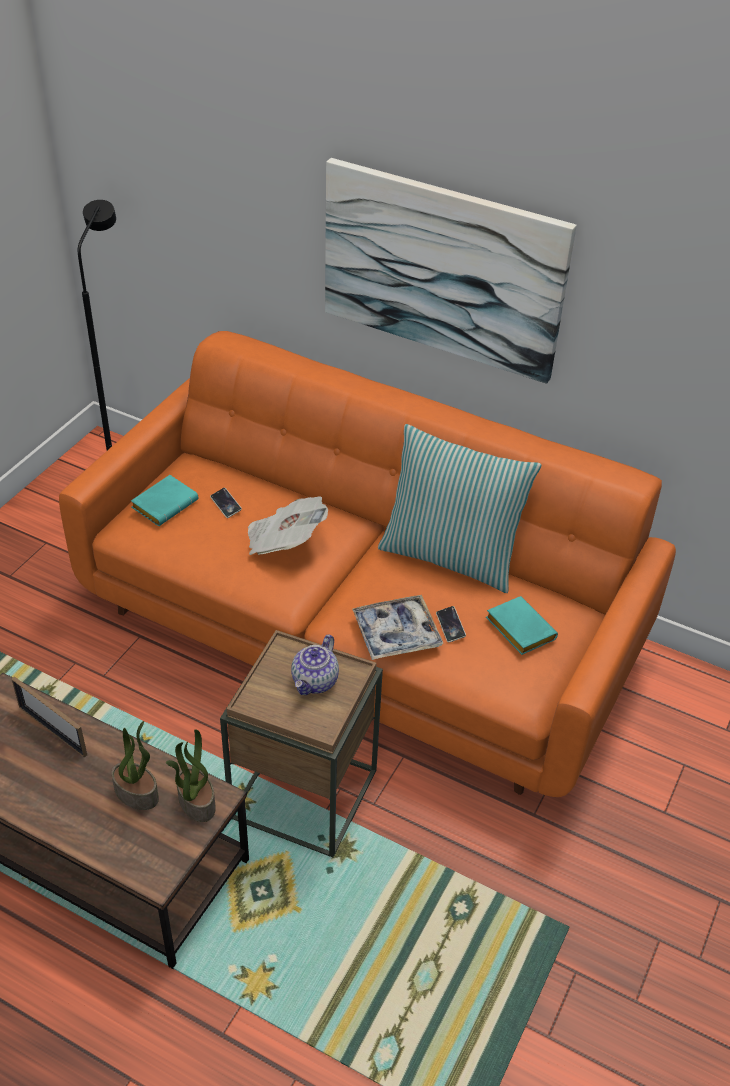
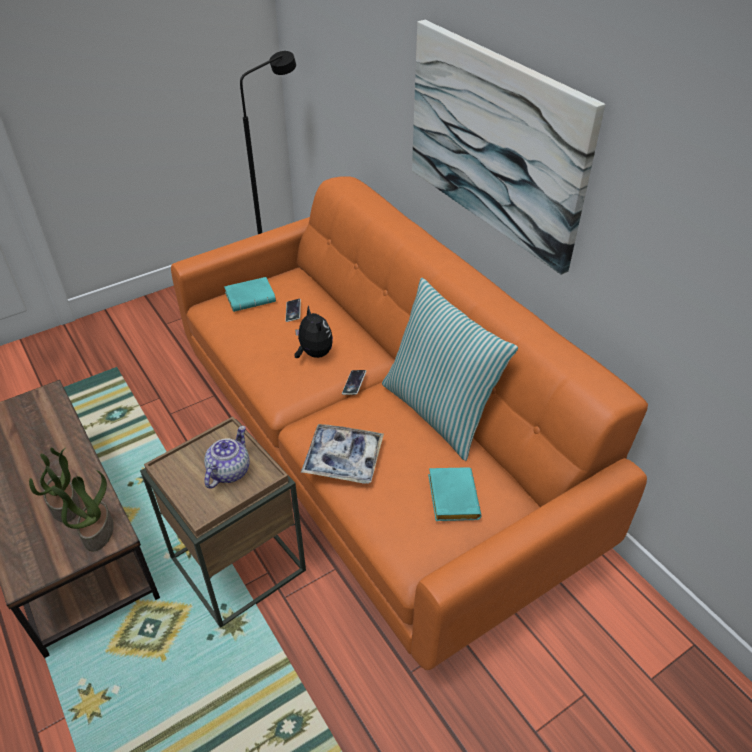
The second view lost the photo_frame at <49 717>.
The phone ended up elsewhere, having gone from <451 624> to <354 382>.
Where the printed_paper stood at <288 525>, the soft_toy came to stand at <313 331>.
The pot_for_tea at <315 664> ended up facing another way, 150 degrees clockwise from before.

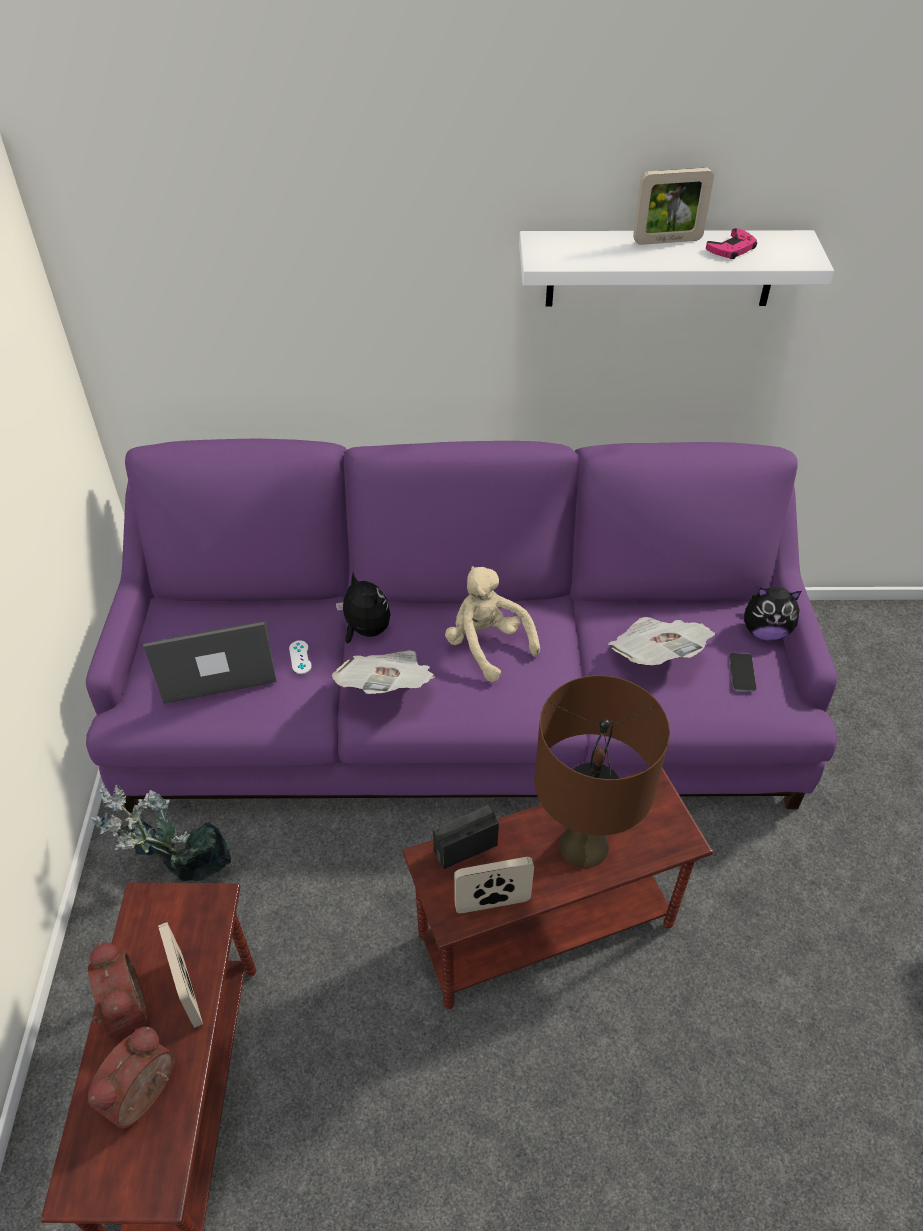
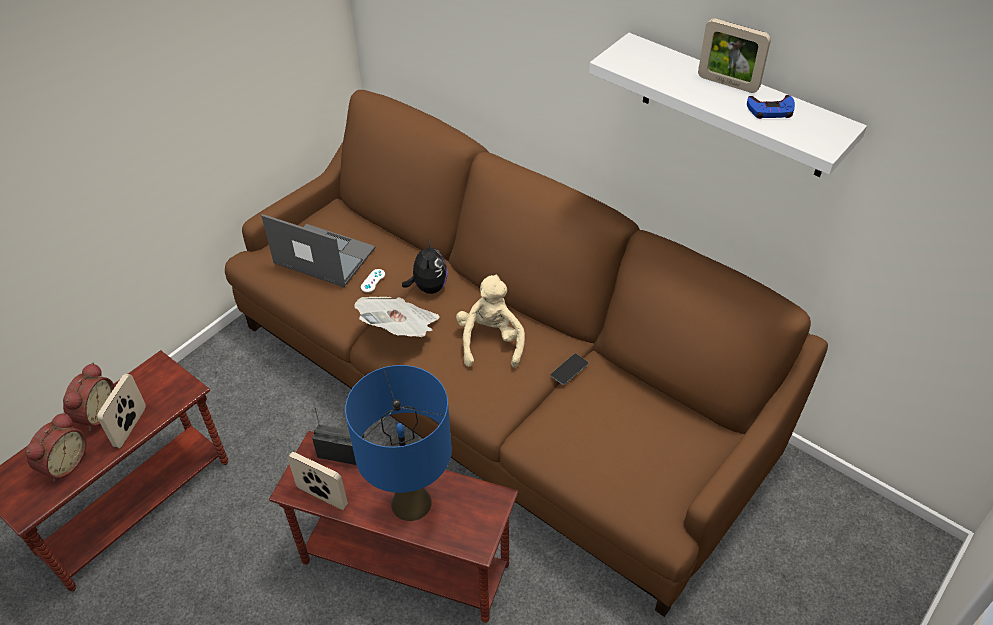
The second view lost the plant_in_a_pot at <161 832>.
The second view lost the printed_paper at <661 641>.
The second view lost the soft_toy at <772 614>.
The phone ended up elsewhere, having gone from <743 672> to <569 369>.
What was the purple_sofa at <461 626> turned into the brownish_sofa at <526 353>.
What was the brownish_lamp_for_a_table at <602 771> turned into the blue_lamp_for_a_table at <398 443>.
What was the pink-coloured_joypad at <731 243> turned into the blue_joypad at <771 107>.
The alarm_clock at <131 1078> ended up facing another way, 135 degrees clockwise from before.

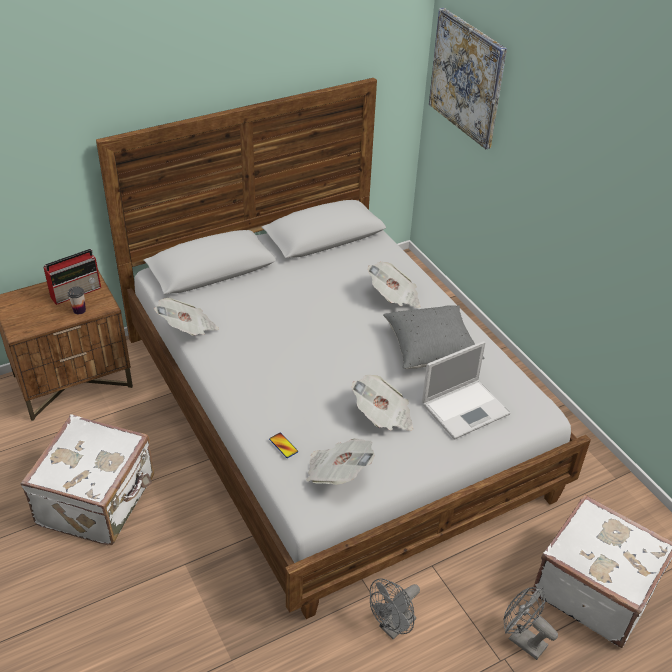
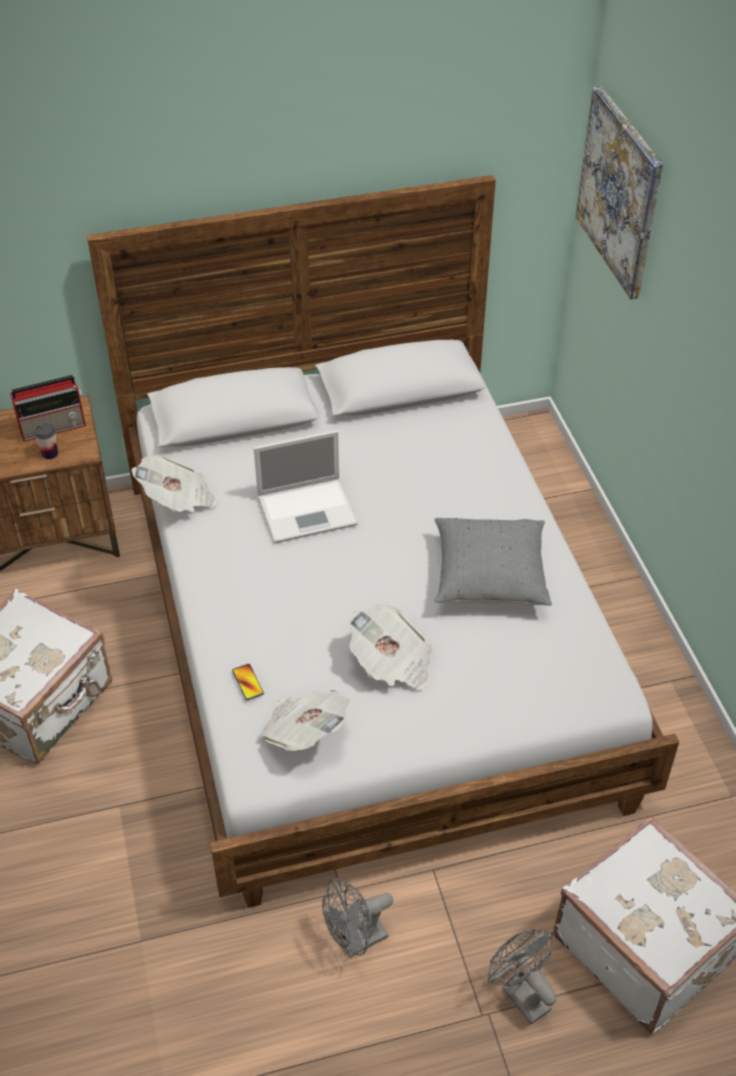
The second view lost the printed_paper at <394 285>.
The laptop ended up elsewhere, having gone from <466 390> to <305 486>.

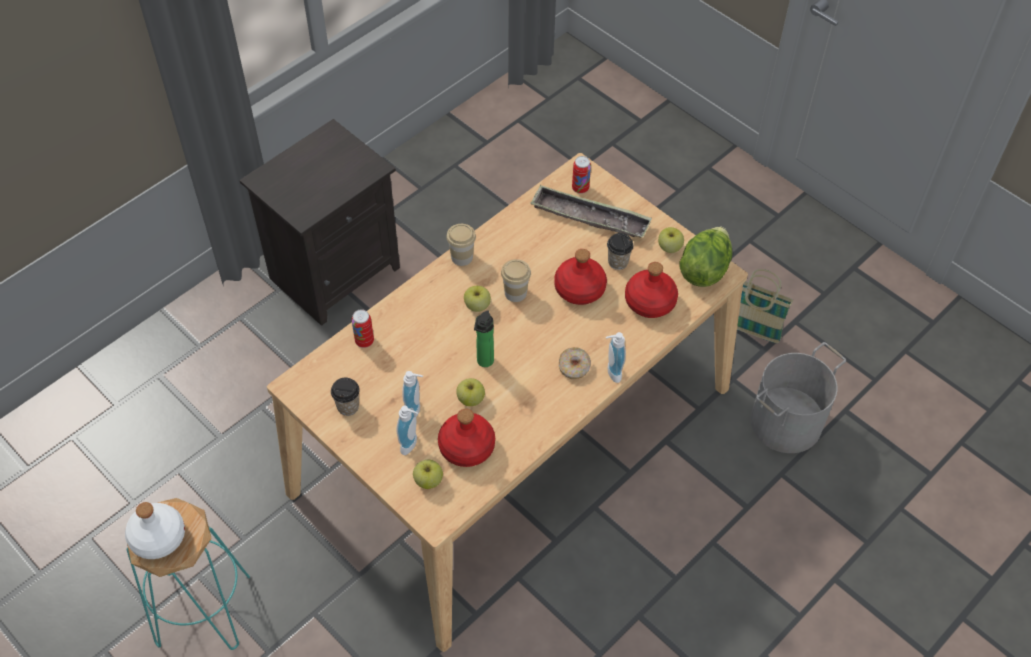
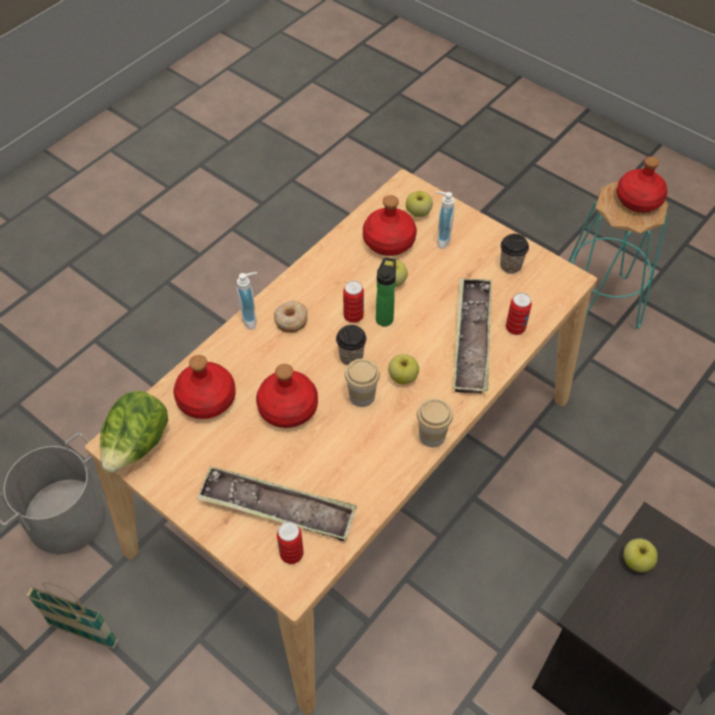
The second view lost the soap_dispenser at <412 394>.
The second view gained the sealed_can at <353 302>.
The second view gained the serving_tray at <472 336>.
The cup ended up elsewhere, having gone from <620 251> to <351 345>.
The apple ended up elsewhere, having gone from <671 240> to <640 555>.
What was the white-coloured_drink_bottle at <155 530> turned into the reddish_drink_bottle at <642 185>.

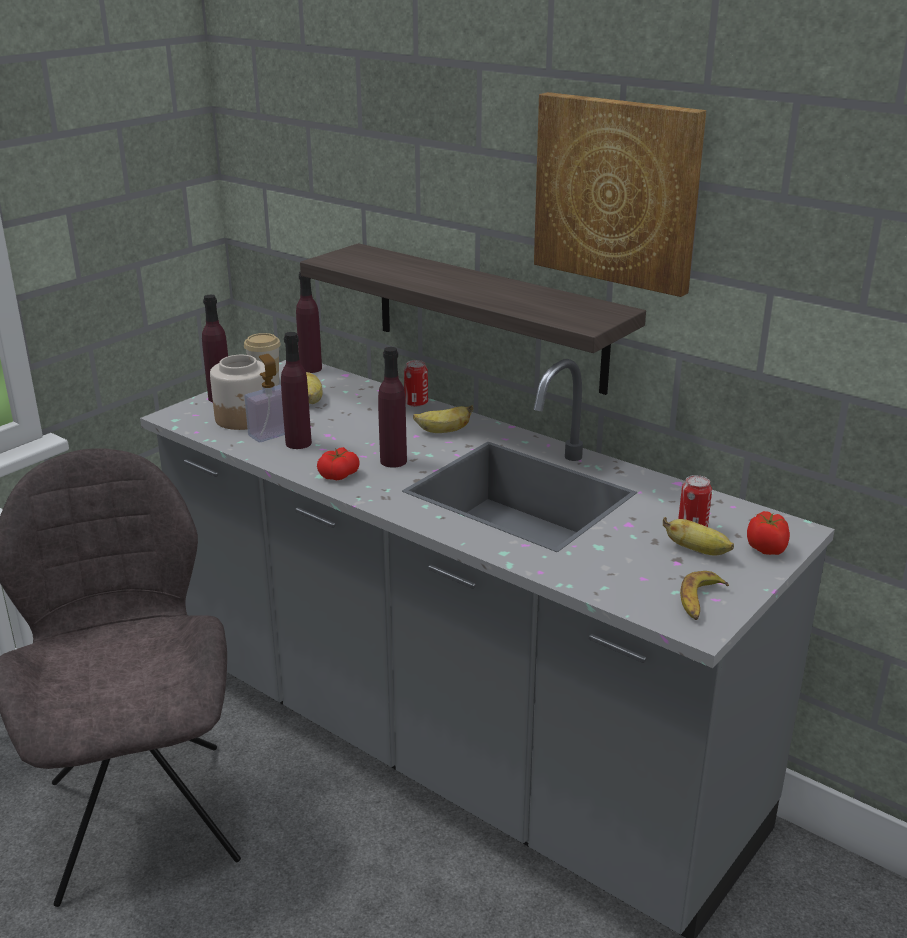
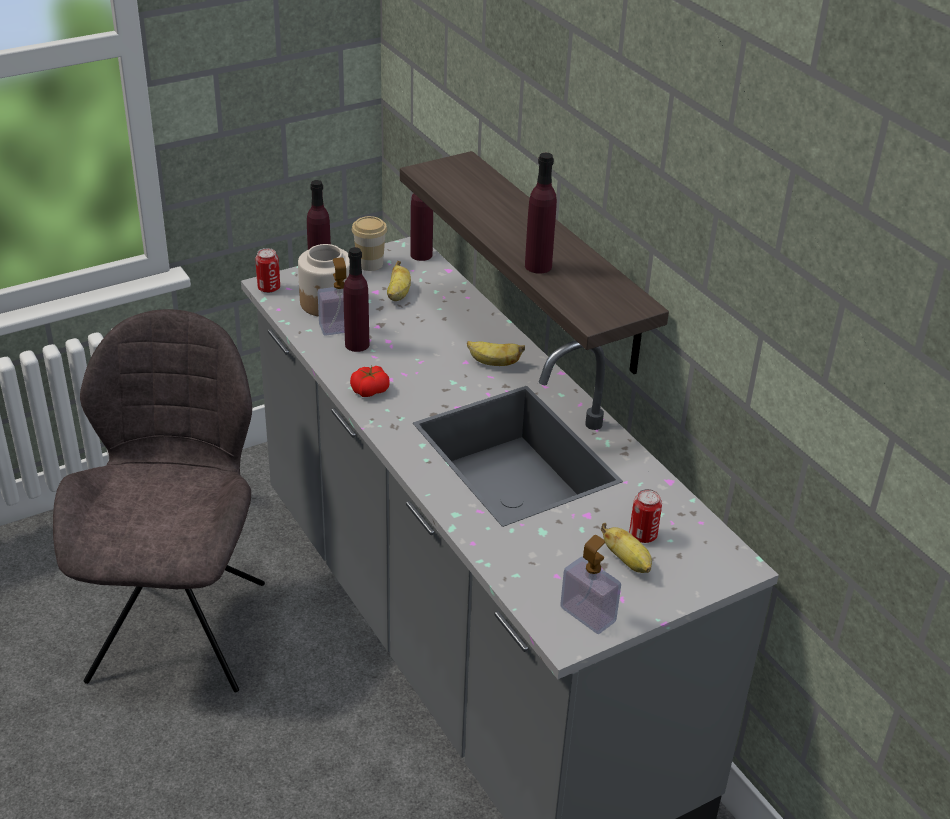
The second view lost the picture at <620 194>.
The second view lost the fresh_tomato at <768 533>.
The purple_drink_bottle ended up elsewhere, having gone from <392 407> to <541 213>.
The sealed_can ended up elsewhere, having gone from <416 383> to <267 270>.
Where the whole_banana stood at <704 595>, the soap_dispenser came to stand at <590 584>.

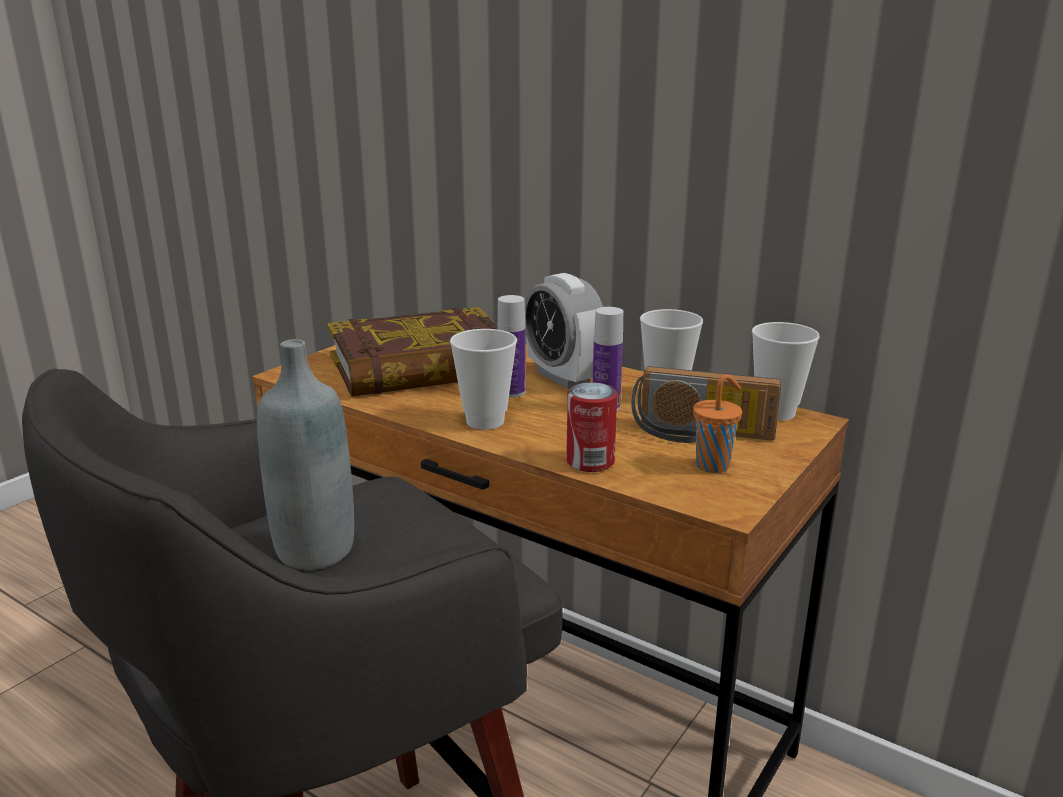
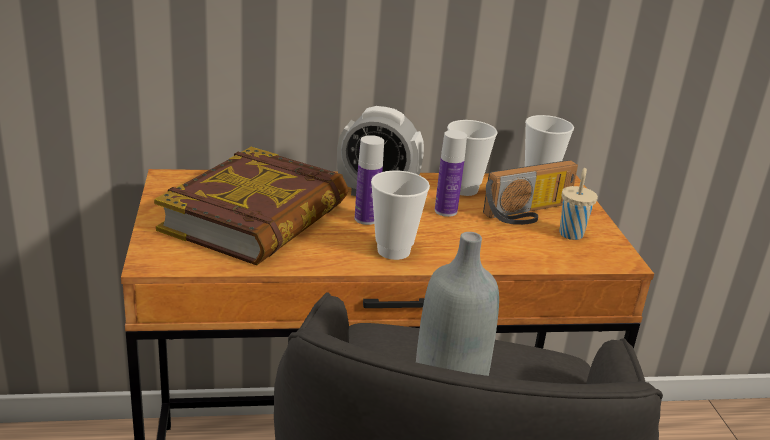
The second view lost the sealed_can at <591 427>.
What was the orange_cup at <717 423> turned into the sand-coloured_cup at <578 204>.

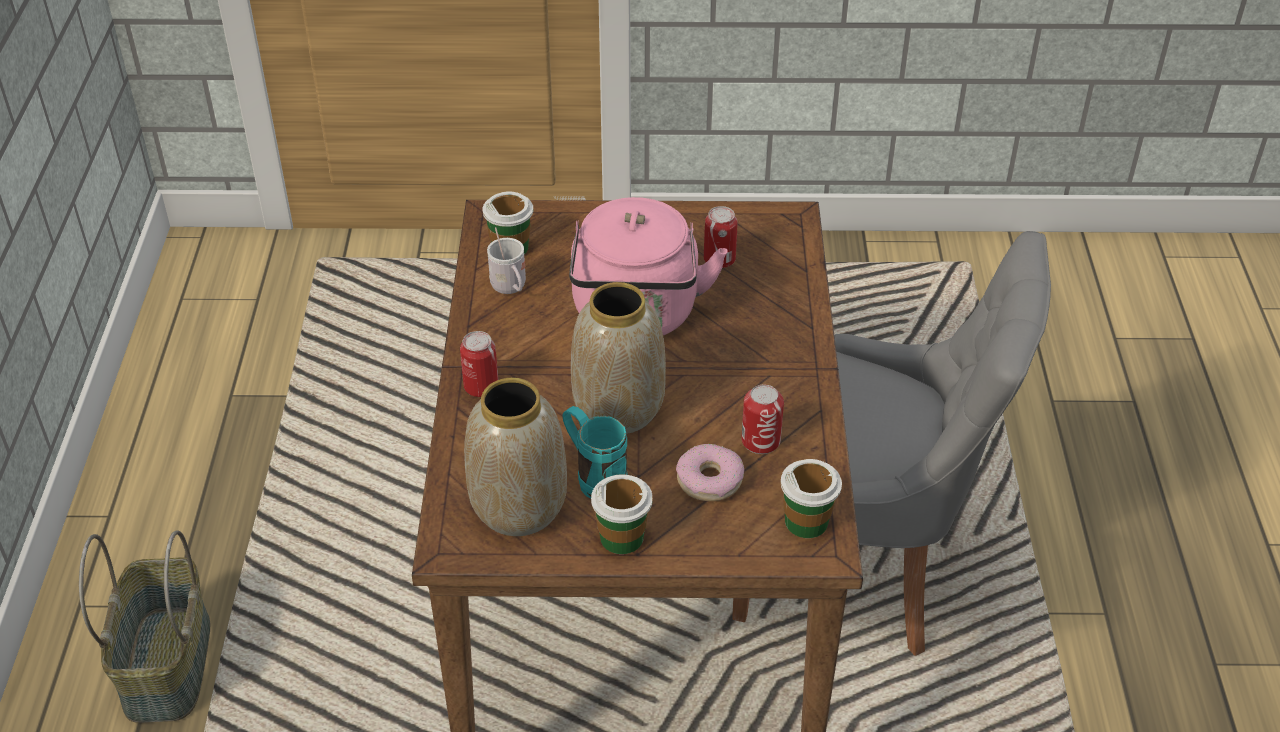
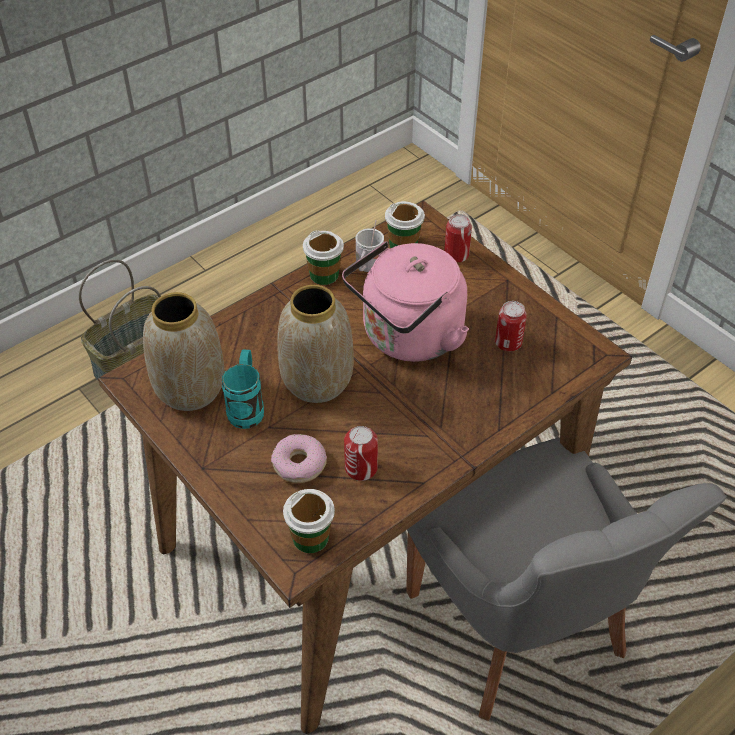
The sealed_can ended up elsewhere, having gone from <479 364> to <458 238>.
The cup ended up elsewhere, having gone from <622 514> to <323 257>.

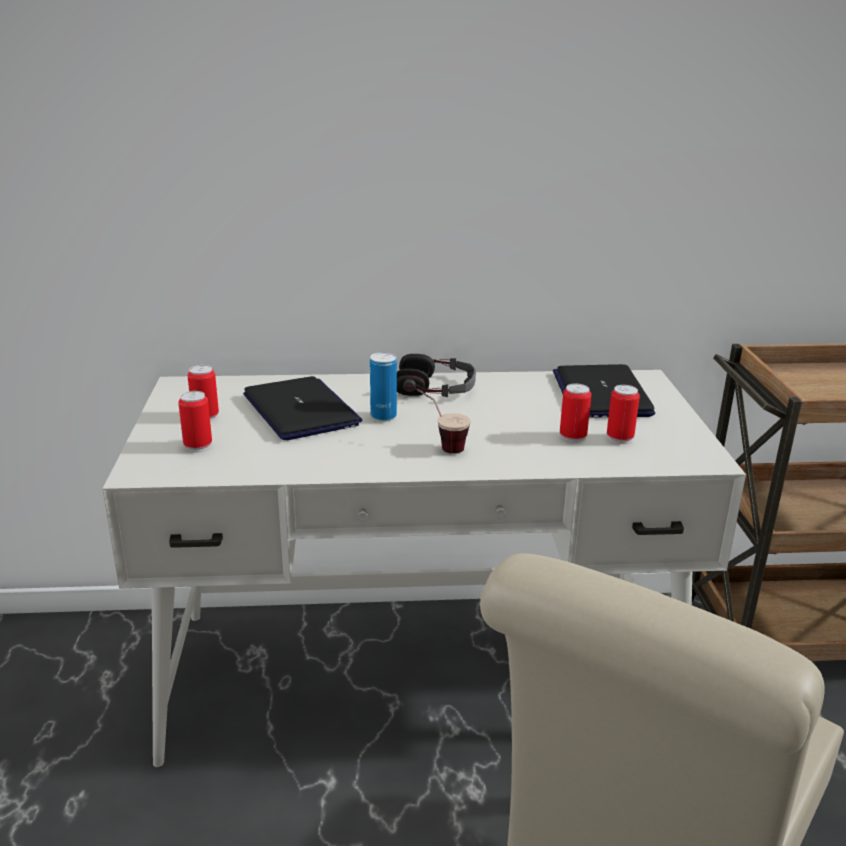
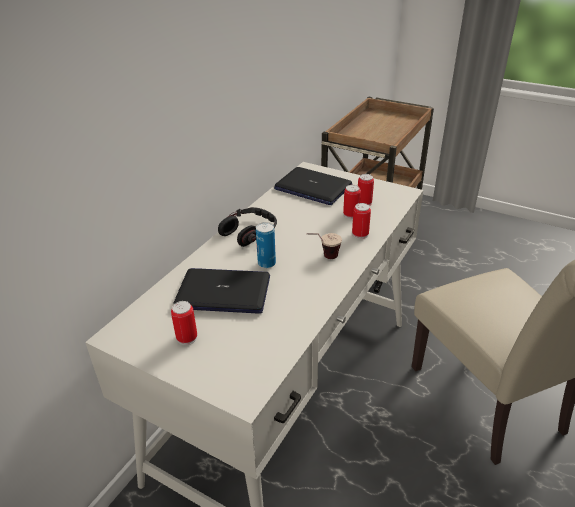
The sealed_can ended up elsewhere, having gone from <195 421> to <361 221>.

